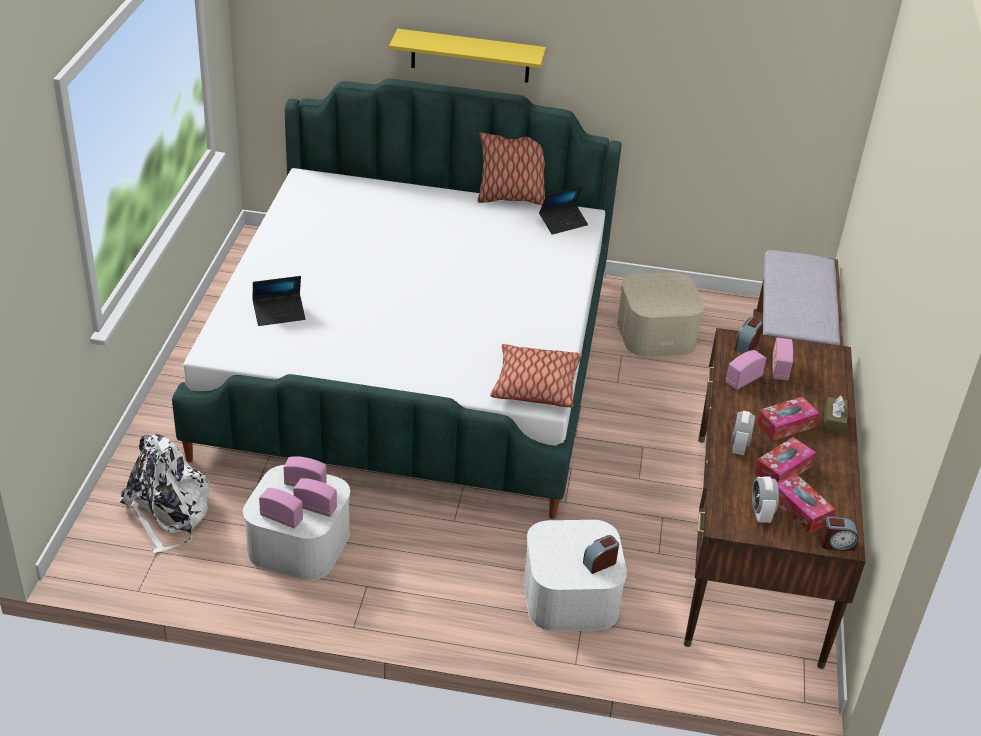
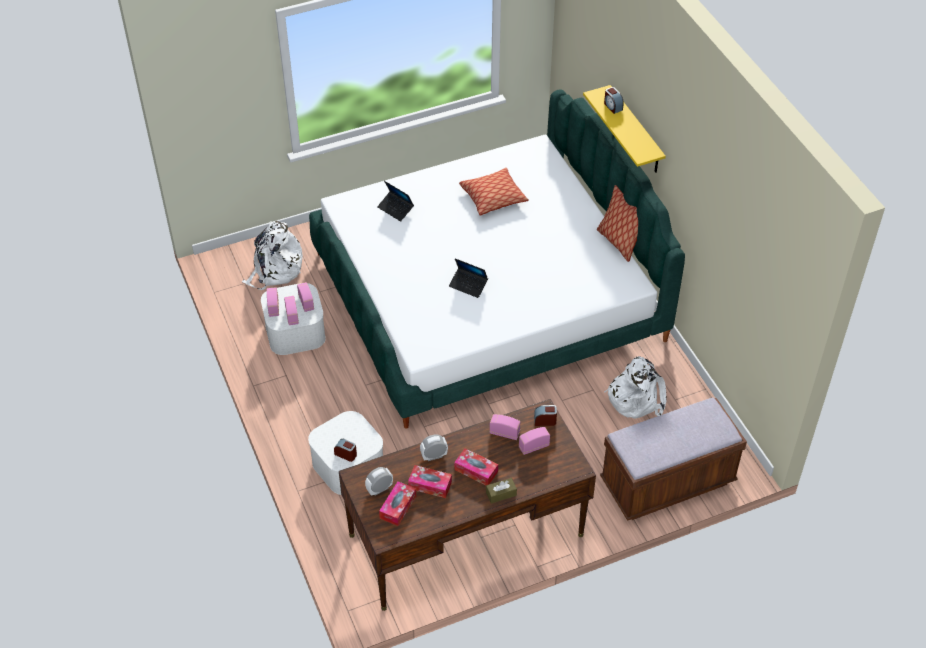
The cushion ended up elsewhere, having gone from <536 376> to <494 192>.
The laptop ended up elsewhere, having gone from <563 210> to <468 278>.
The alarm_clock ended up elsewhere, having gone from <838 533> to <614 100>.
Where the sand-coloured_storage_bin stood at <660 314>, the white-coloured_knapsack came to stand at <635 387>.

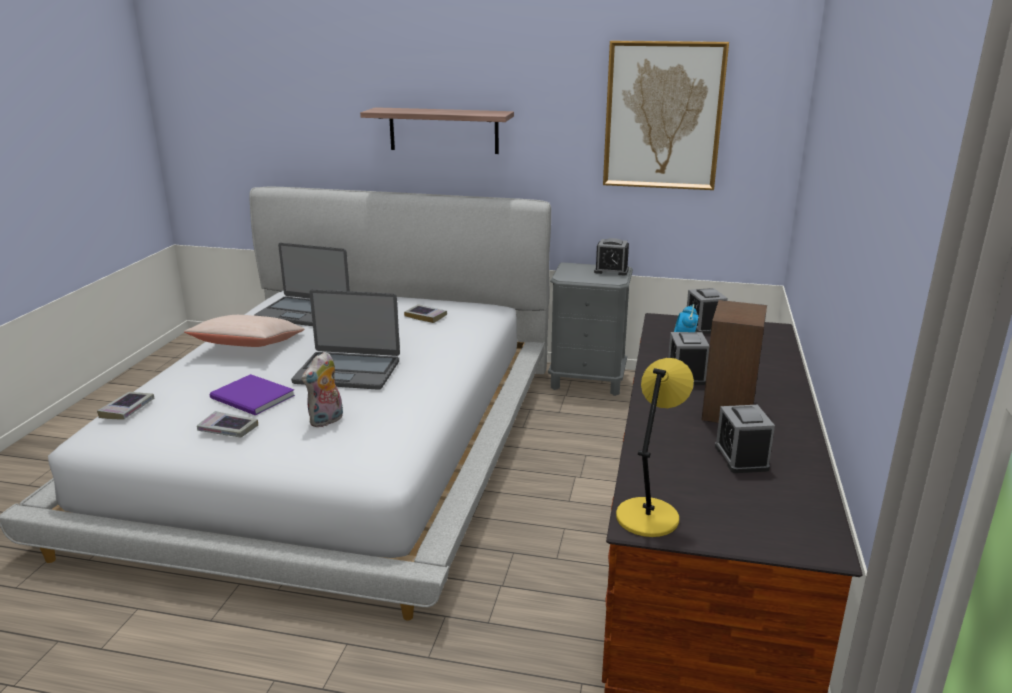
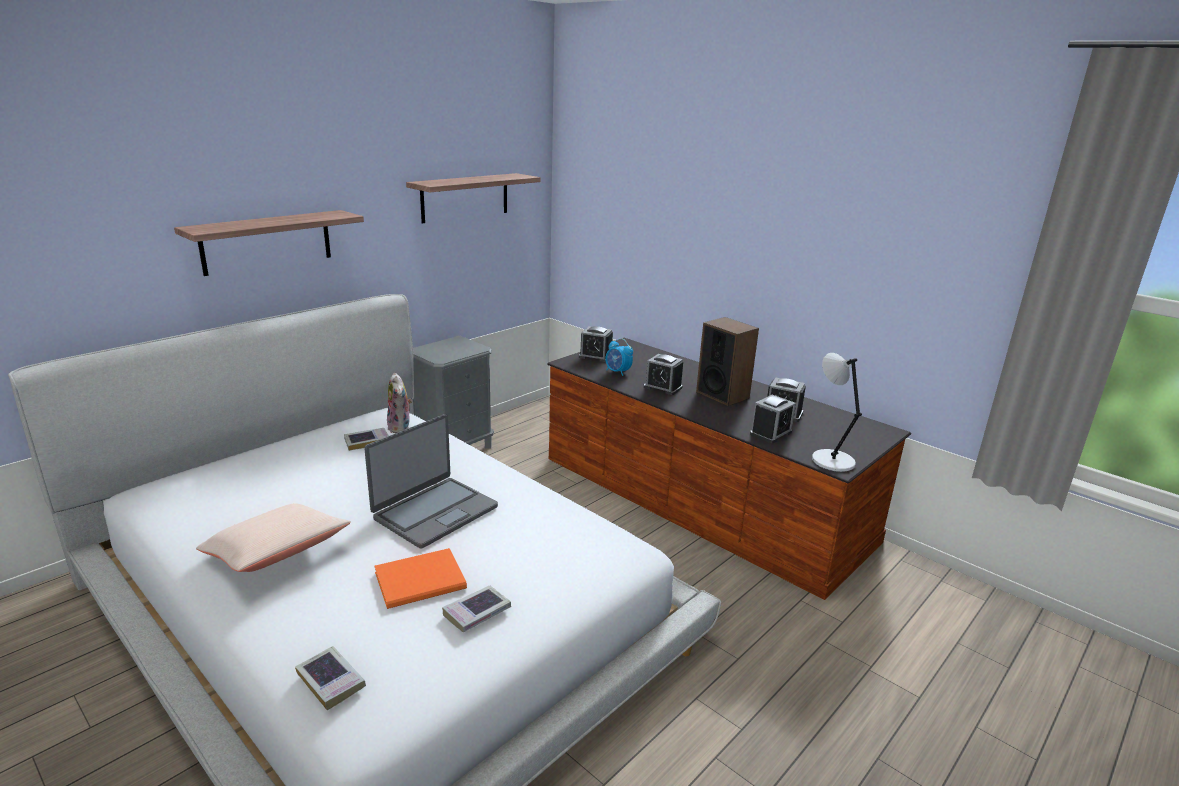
The second view lost the laptop at <302 284>.
The soft_toy ended up elsewhere, having gone from <322 390> to <399 403>.
The alarm_clock ended up elsewhere, having gone from <611 257> to <773 419>.
Where the picture hung at <666 115>, the shelf came to hang at <473 198>.
What was the purple_volume at <252 394> turned into the orange_volume at <420 578>.
What was the yellowish_lamp_for_a_table at <655 447> turned into the greyish_lamp_for_a_table at <837 412>.

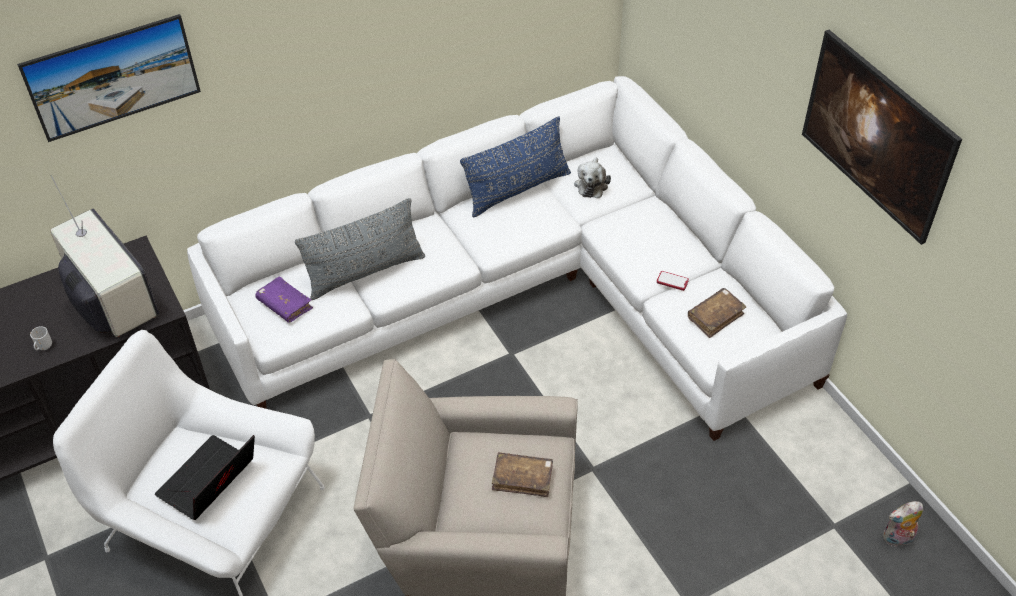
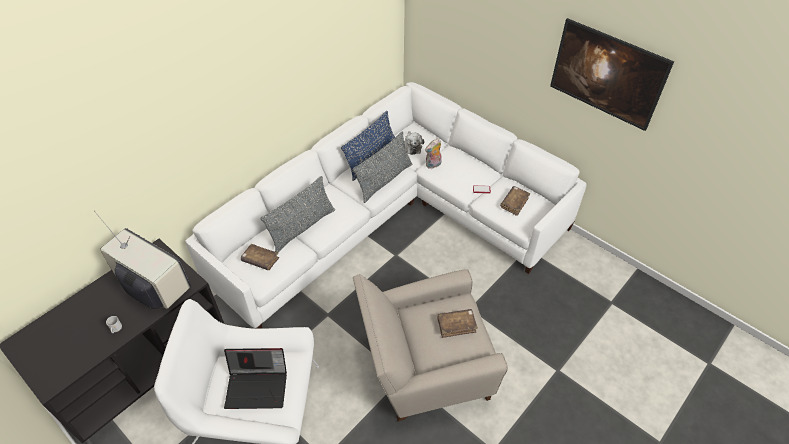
The second view lost the picture at <109 78>.
The second view gained the greyish_cushion at <382 167>.
The soft_toy ended up elsewhere, having gone from <903 524> to <433 153>.
What was the purple_volume at <284 299> turned into the brownish_volume at <260 257>.
The laptop at <205 477> ended up facing another way, 105 degrees counterclockwise from before.

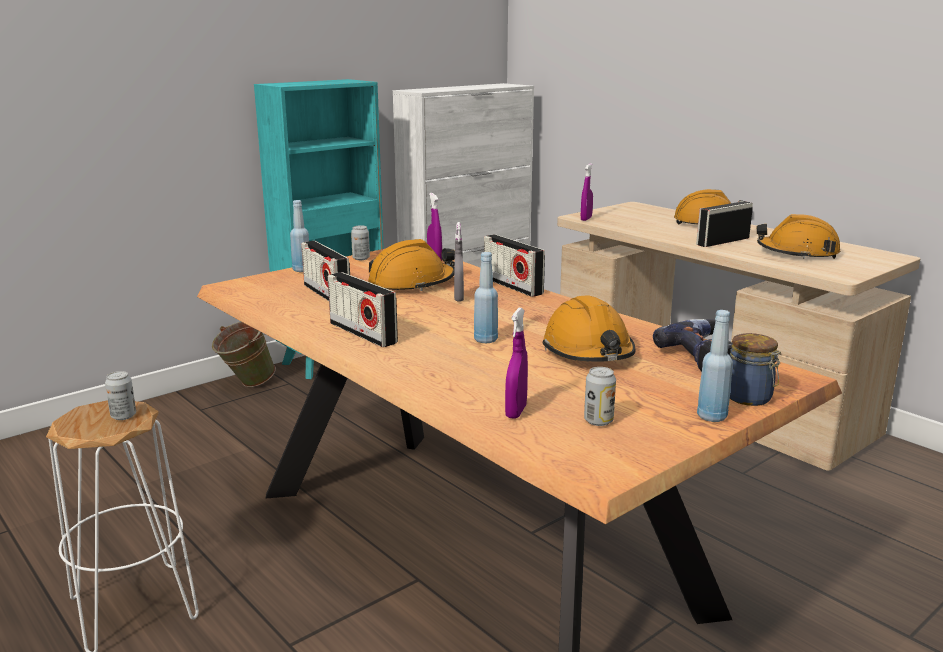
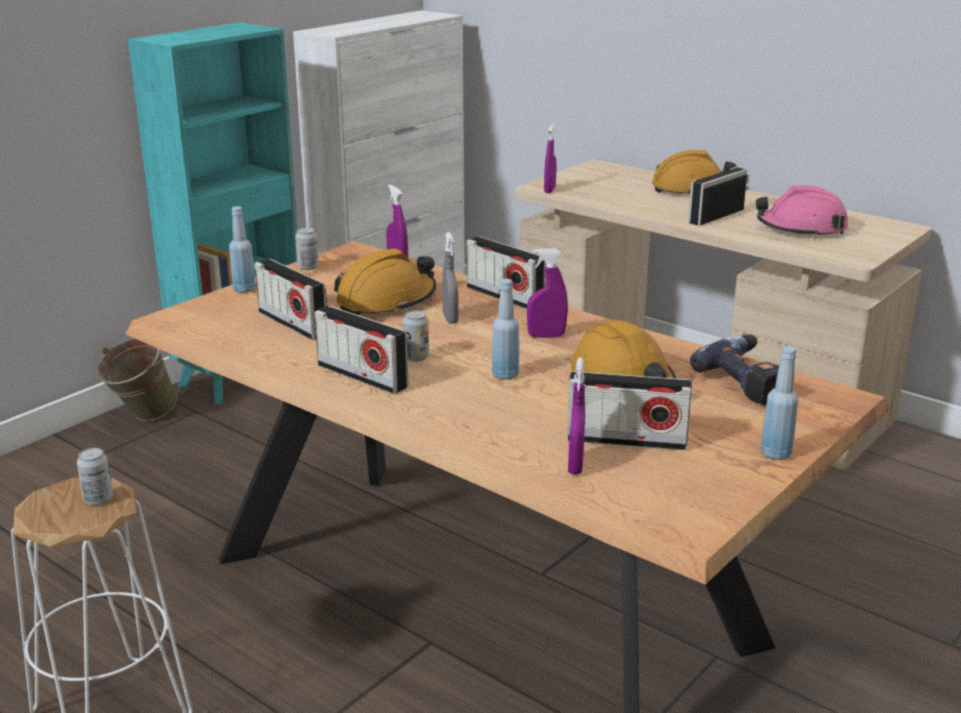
The second view lost the storage_jar at <755 369>.
The second view gained the purple_spray_bottle at <547 293>.
The second view gained the radio_receiver at <629 410>.
The sealed_can ended up elsewhere, having gone from <600 396> to <416 336>.
What was the orange_hard_hat at <798 236> turned into the pink-coloured_hard_hat at <802 211>.

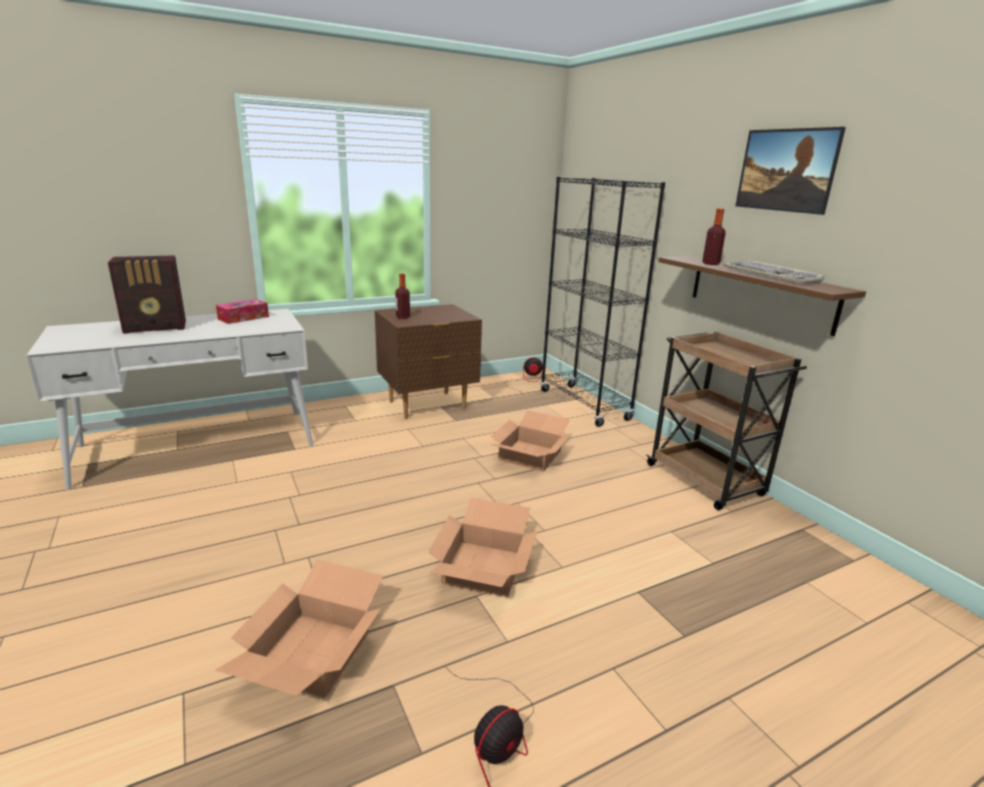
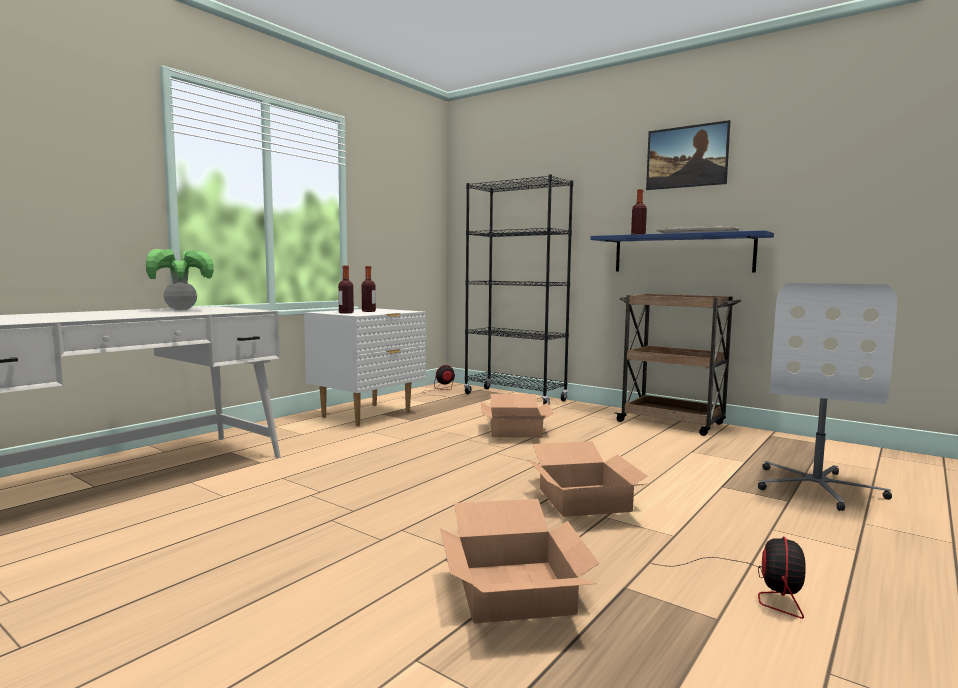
The second view lost the radio_receiver at <147 294>.
The second view gained the drink_bottle at <369 289>.
The second view gained the white-coloured_office_chair at <827 397>.
Where the box_of_tissues stood at <242 311>, the plant_in_a_pot came to stand at <180 279>.
What was the brownish_bedside_table at <428 361> turned into the white-coloured_bedside_table at <365 367>.
What was the brownish_shelf at <762 296> turned into the blue_shelf at <682 251>.

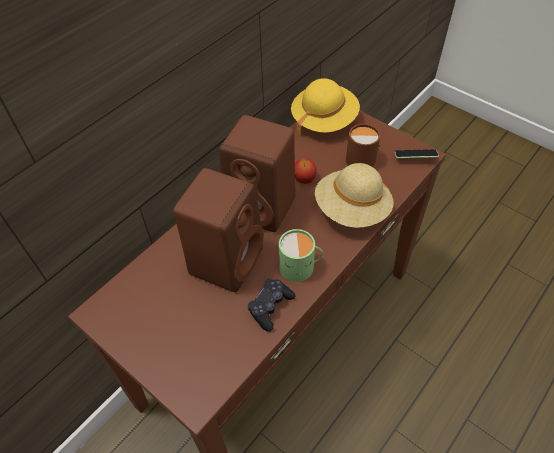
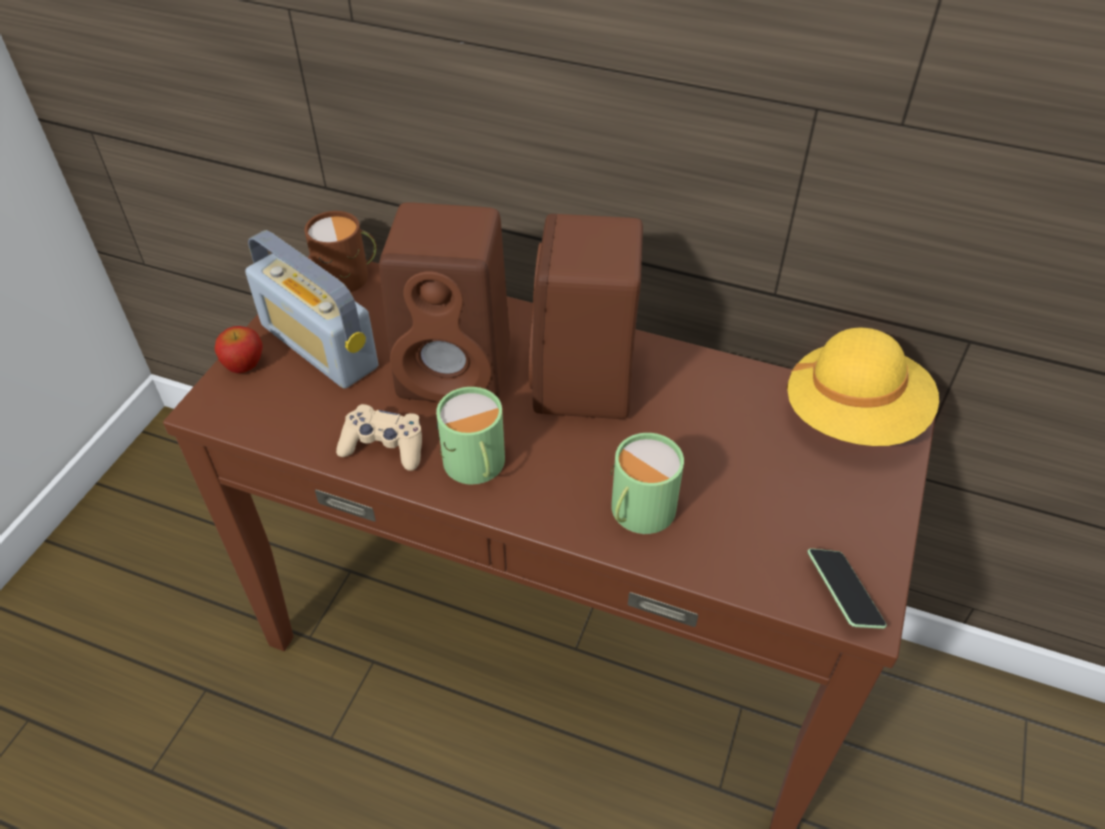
The second view gained the radio_receiver at <311 309>.
The apple ended up elsewhere, having gone from <306 171> to <238 349>.
The brownish_tea_mug ended up elsewhere, having gone from <363 145> to <340 251>.
Where the sand-coloured_hat stood at <354 195>, the greenish_tea_mug came to stand at <647 483>.
What was the black_joypad at <271 305> turned into the sand-coloured_joypad at <379 437>.

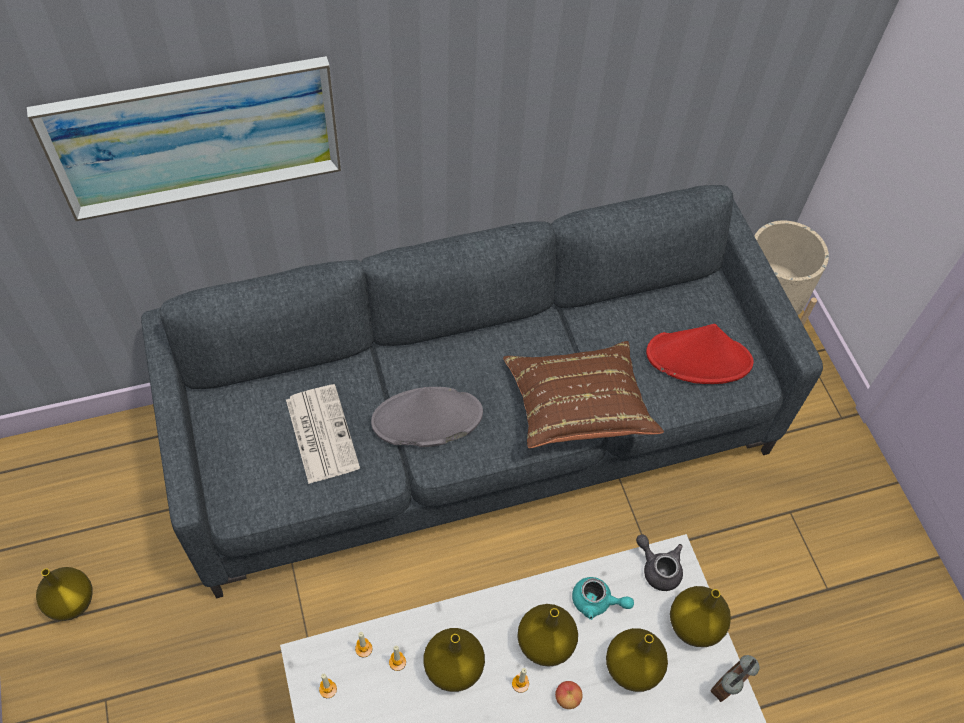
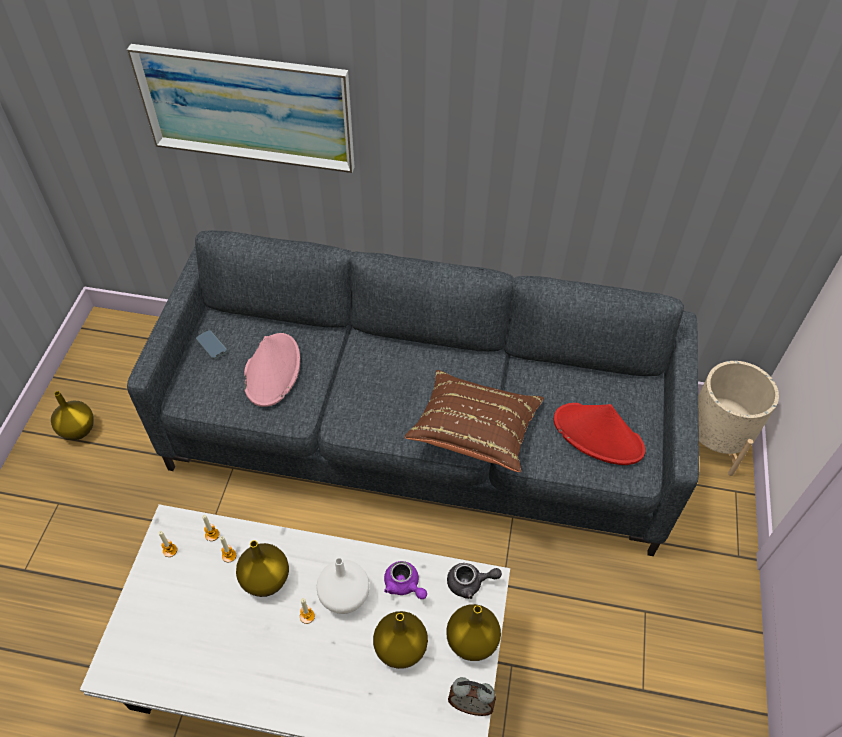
The second view lost the greyish_hat at <427 417>.
The second view lost the apple at <568 695>.
The second view gained the phone at <212 345>.
Where the printed_paper stood at <323 434>, the pink-coloured_hat came to stand at <272 370>.
What was the yellowish_decorative_vase at <547 635> turned into the white-coloured_decorative_vase at <343 586>.
What was the turquoise_pot_for_tea at <603 598> turned into the purple_pot_for_tea at <405 580>.
The greyish_pot_for_tea at <659 562> ended up facing another way, 105 degrees clockwise from before.
The alarm_clock at <735 678> ended up facing another way, 150 degrees counterclockwise from before.

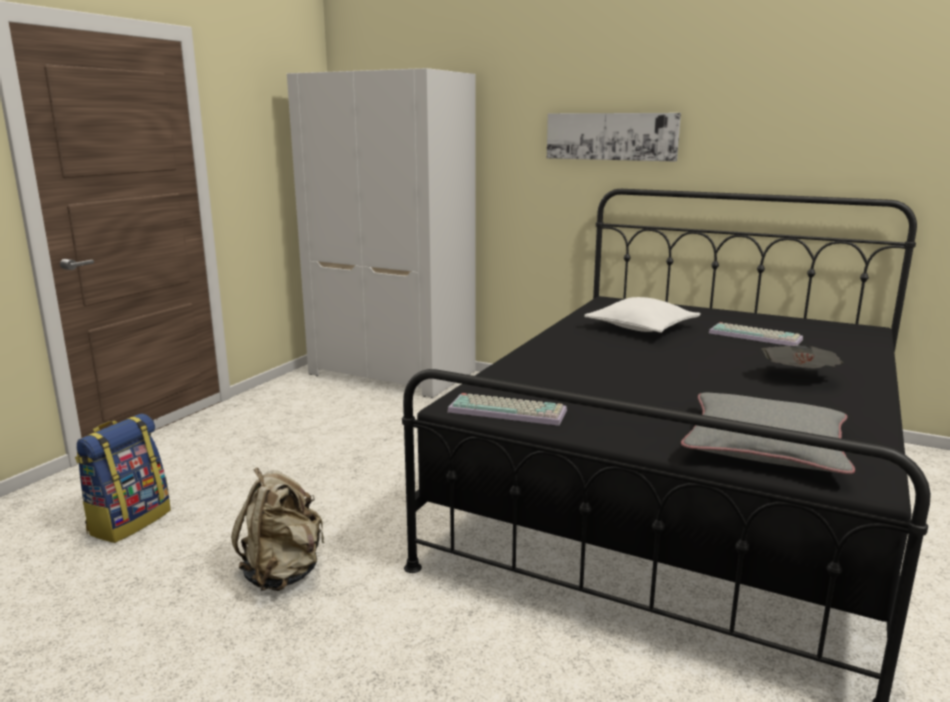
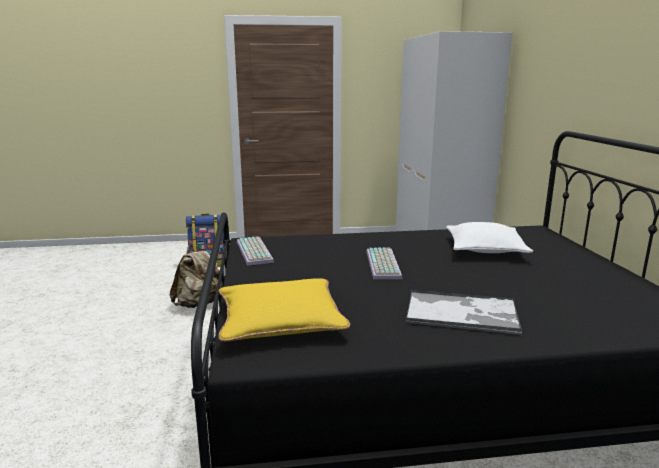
The second view lost the picture at <614 137>.
The computer_keyboard ended up elsewhere, having gone from <756 334> to <384 263>.
Where the printed_paper stood at <802 357>, the serving_tray came to stand at <464 312>.
What was the greyish_cushion at <768 433> turned into the yellowish_cushion at <284 310>.

